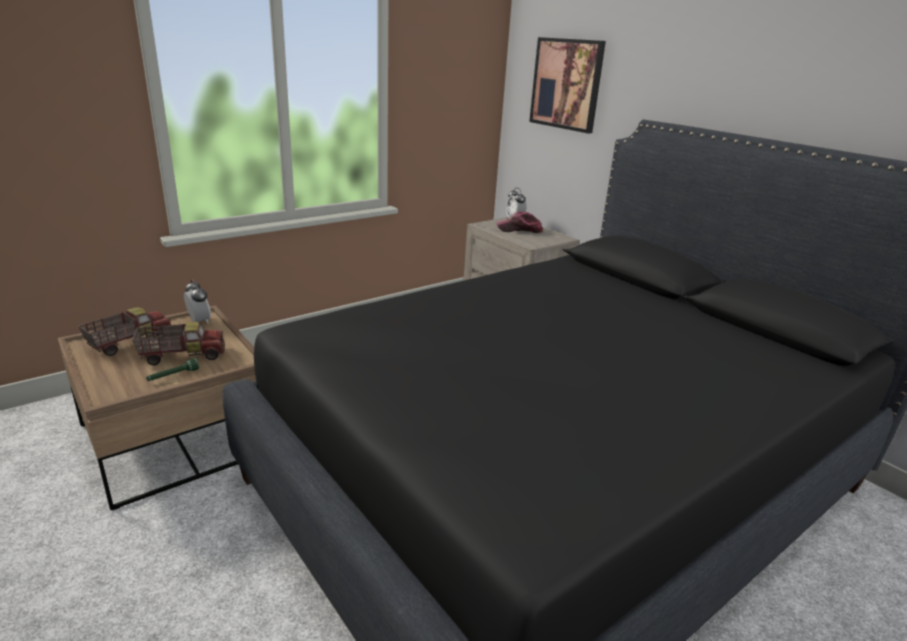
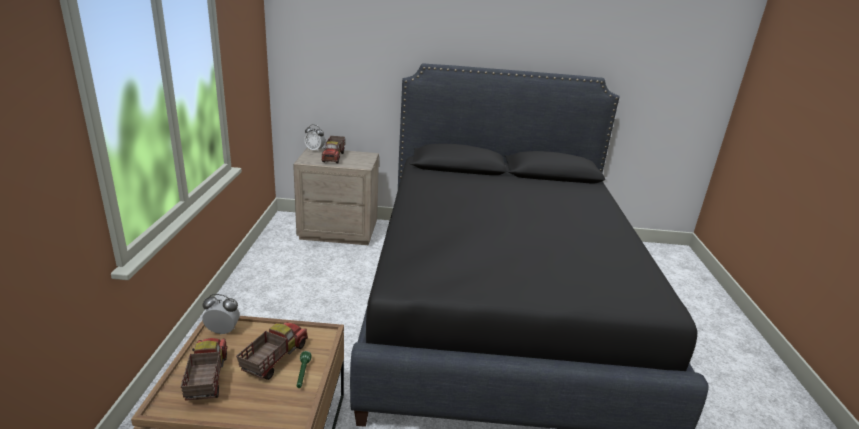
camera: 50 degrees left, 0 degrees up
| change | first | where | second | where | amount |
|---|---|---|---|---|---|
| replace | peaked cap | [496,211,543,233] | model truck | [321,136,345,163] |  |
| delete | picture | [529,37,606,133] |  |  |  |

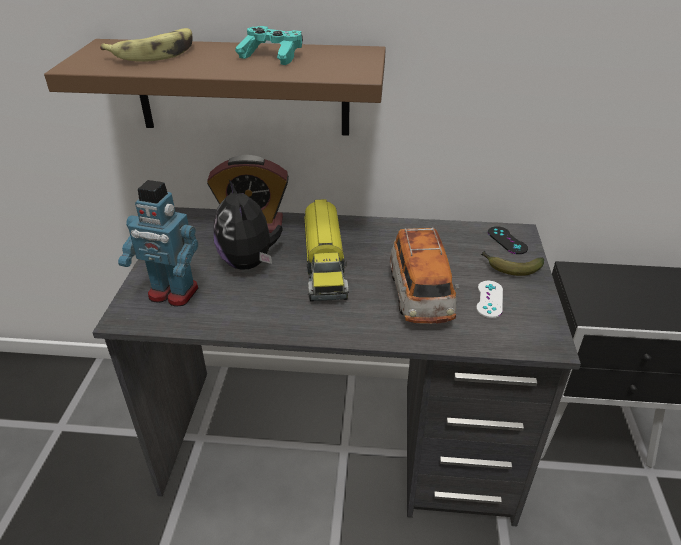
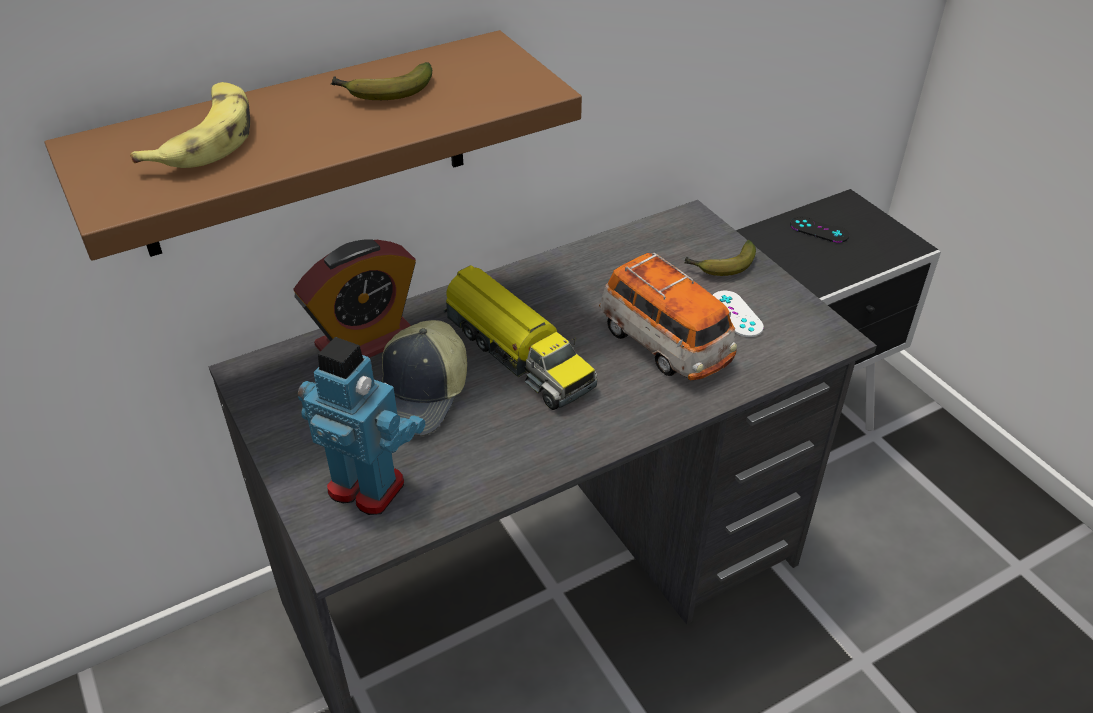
camera: 35 degrees left, 5 degrees up
| change | first | where | second | where | amount |
|---|---|---|---|---|---|
| rotate | model robot | [118,180,199,307] |  | [298,337,425,515] | 135 degrees counterclockwise |
| replace | cuddly toy | [214,180,283,270] | peaked cap | [381,320,467,436] |  |
| replace | turquoise-coloured joypad | [235,26,303,65] | whole banana | [331,62,432,100] |  |
| move | black-coloured joypad | [488,226,528,254] |  | [790,216,849,243] |  |

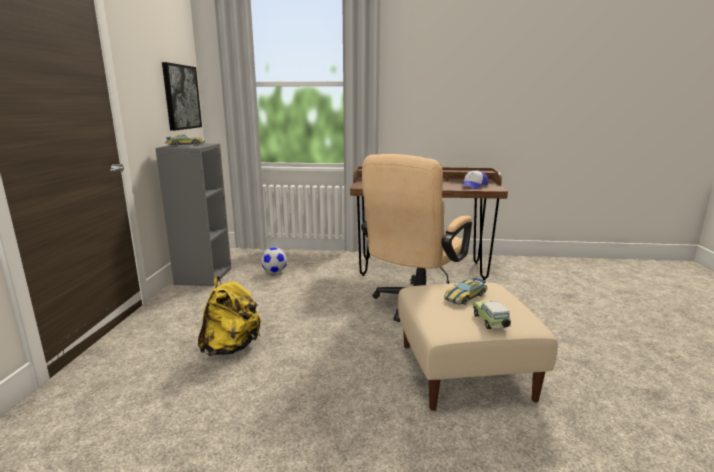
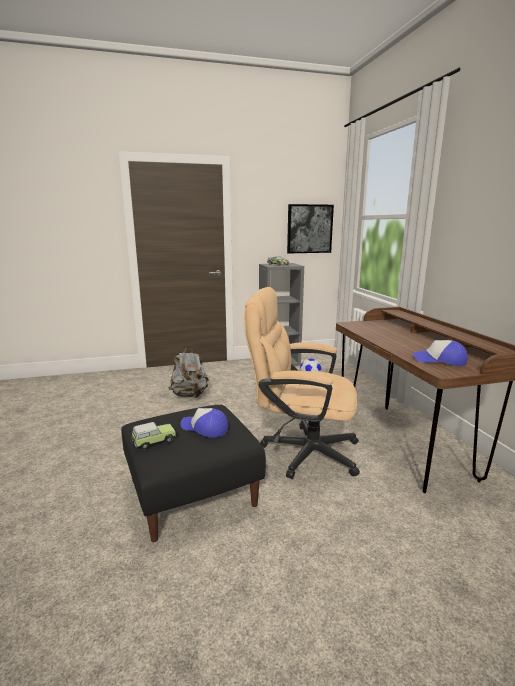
camera: 70 degrees right, 0 degrees up
| change | first | where | second | where | amount |
|---|---|---|---|---|---|
| recolor | yellow-coloured knapsack | [198,276,261,356] | gray knapsack | [169,347,209,398] |  |
| recolor | beige-coloured ottoman | [398,283,558,411] | black-coloured ottoman | [121,405,266,542] |  |
| replace | toy car | [444,278,488,305] | peaked cap | [181,408,228,438] |  |

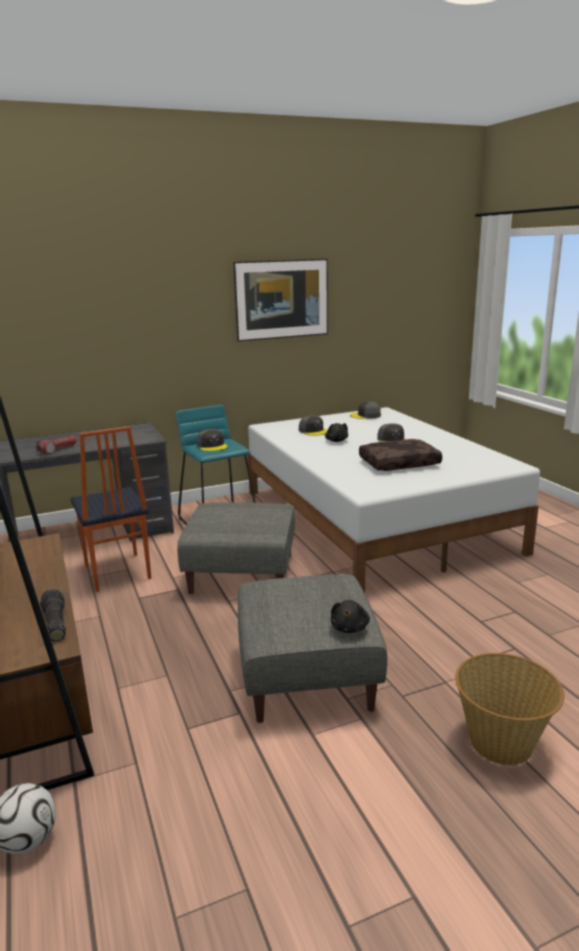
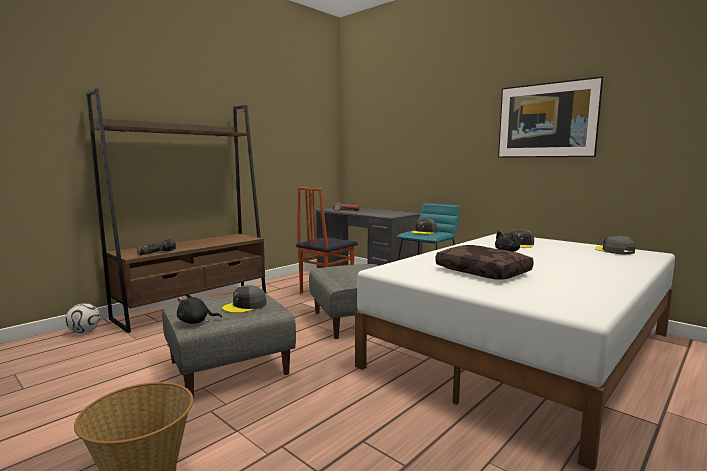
camera: 65 degrees right, 10 degrees down
| change | first | where | second | where | amount |
|---|---|---|---|---|---|
| move | gray peaked cap | [377,423,405,442] |  | [222,285,267,313] |  |

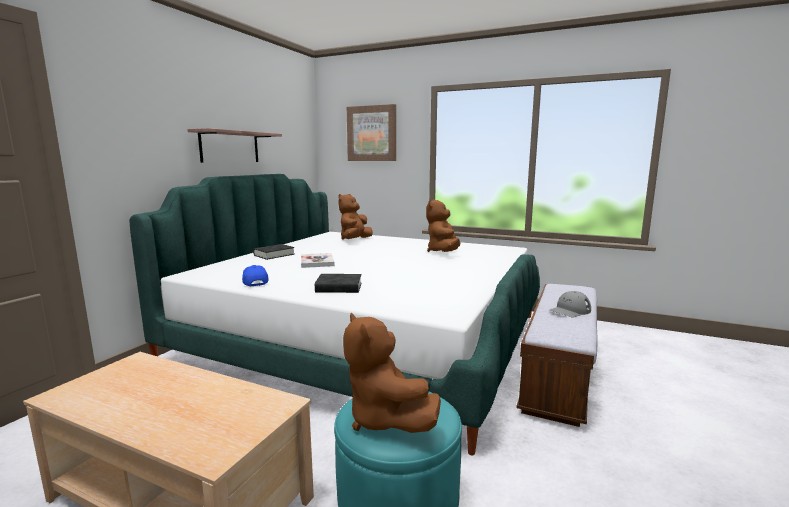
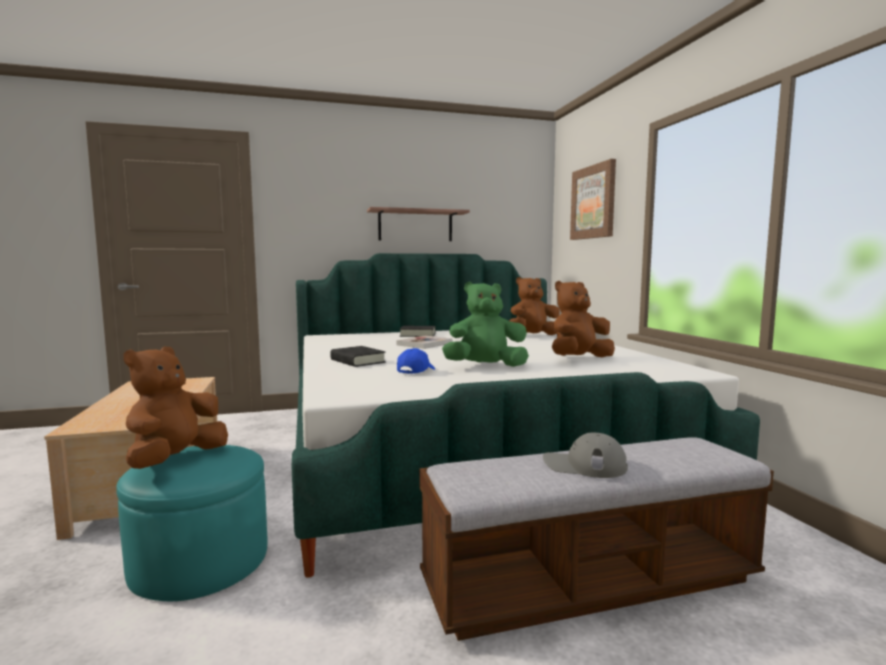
camera: 50 degrees right, 5 degrees down
| change | first | where | second | where | amount |
|---|---|---|---|---|---|
| move | bluish peaked cap | [242,265,269,286] |  | [397,348,435,374] |  |
| insert |  |  | green-coloured cuddly toy | [442,282,529,367] |  |

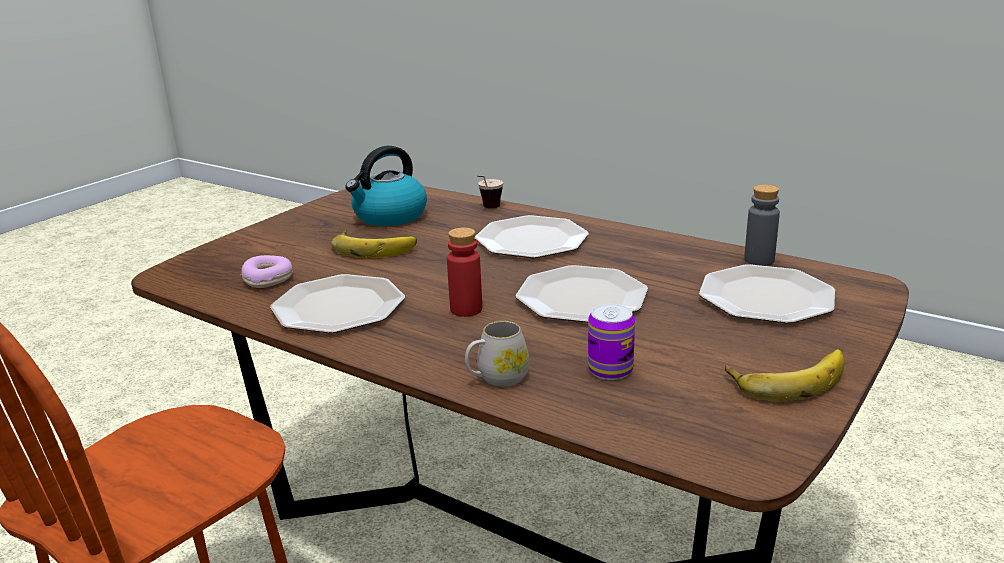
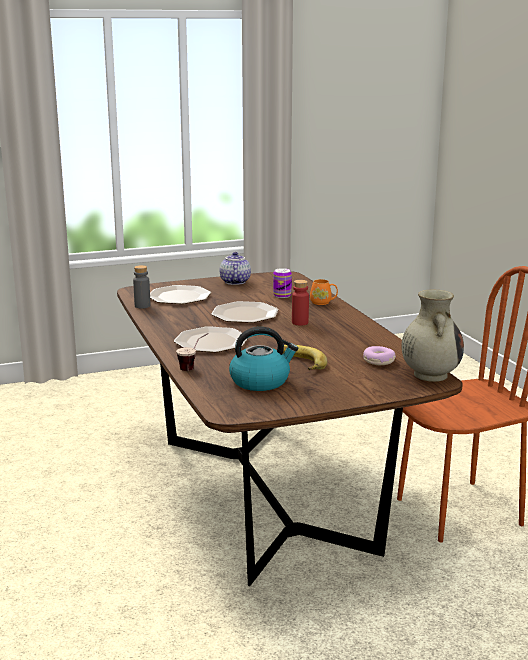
camera: 145 degrees left, 5 degrees down
| change | first | where | second | where | amount |
|---|---|---|---|---|---|
| delete | dinner plate | [270,274,405,333] |  |  |  |
| recolor | white-coloured coffee mug | [465,321,529,387] | orange-coloured coffee mug | [310,279,338,305] |  |
| replace | whole banana | [725,349,845,401] | teapot | [220,252,251,285] |  |
| insert |  |  | beige-coloured flower vase | [402,290,464,382] |  |

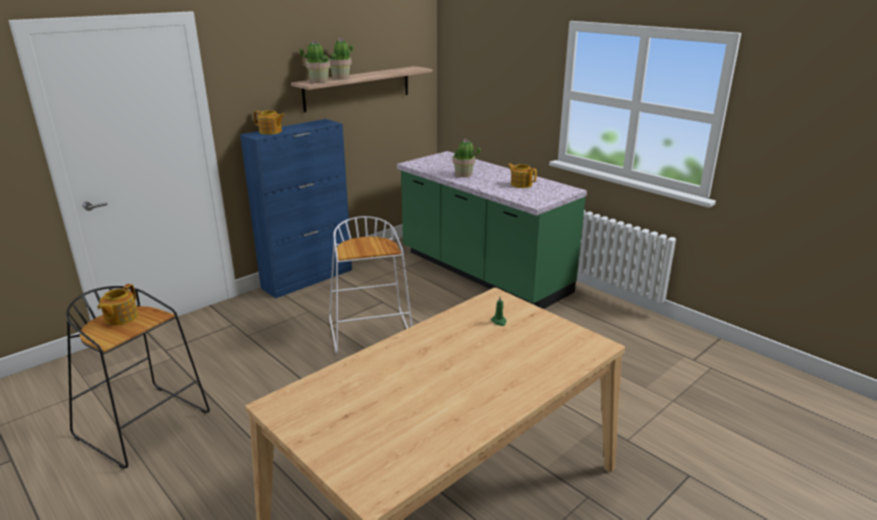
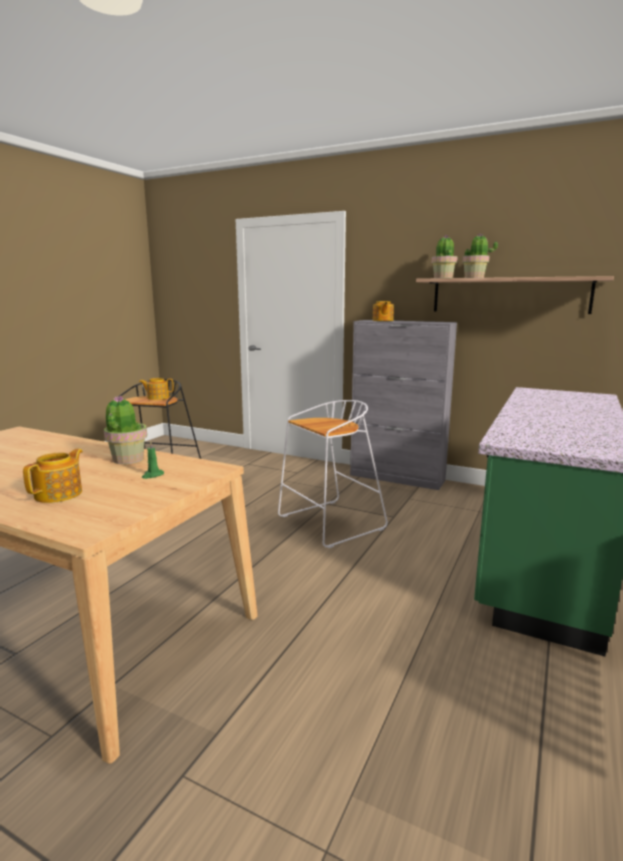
camera: 70 degrees right, 10 degrees down
| change | first | where | second | where | amount |
|---|---|---|---|---|---|
| recolor | bluish cupboard | [240,119,352,298] | gray cupboard | [350,320,457,490] |  |
| move | plant in a pot | [453,139,481,177] |  | [104,396,147,464] |  |
| move | teapot | [507,163,537,188] |  | [23,449,83,503] |  |

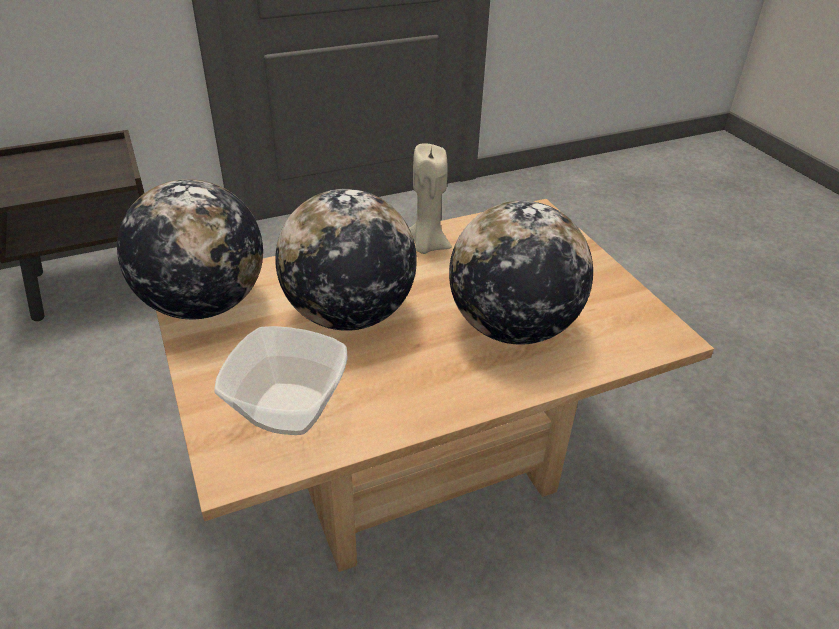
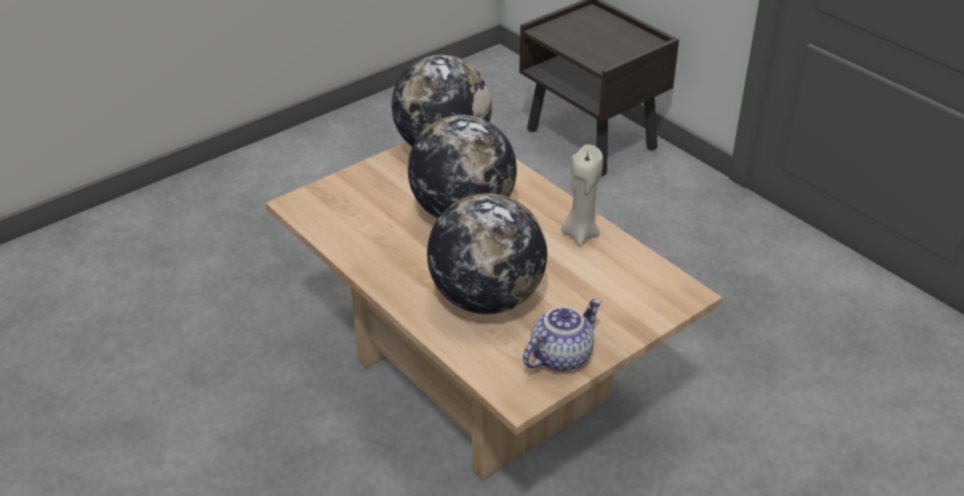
camera: 75 degrees right, 0 degrees up
| change | first | where | second | where | amount |
|---|---|---|---|---|---|
| delete | bowl | [214,326,348,435] |  |  |  |
| insert |  |  | teapot | [523,299,602,371] |  |

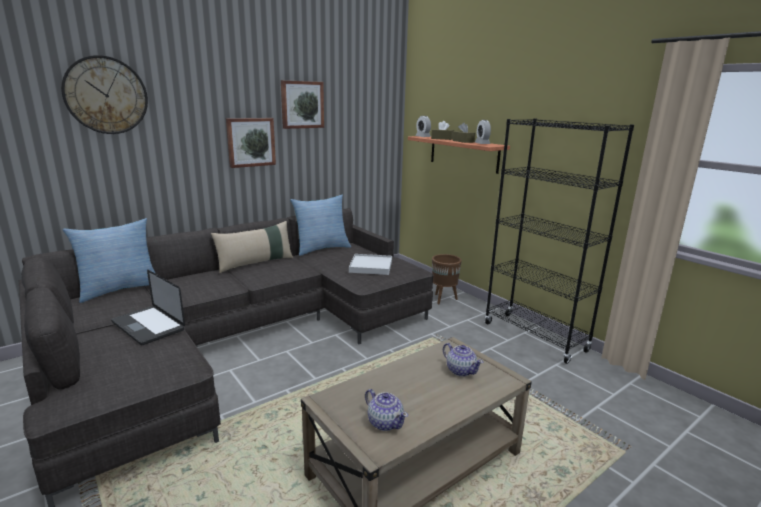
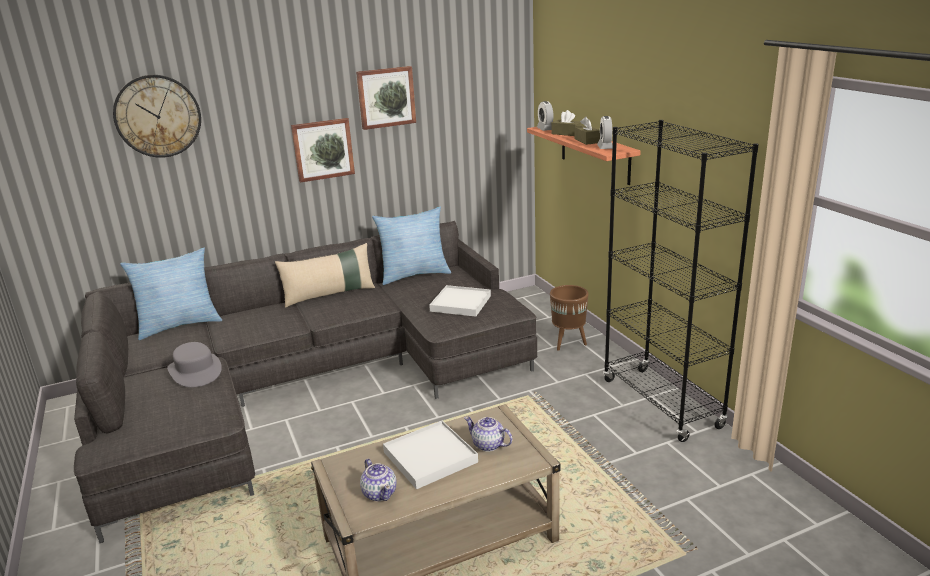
camera: 15 degrees right, 5 degrees up
| change | first | where | second | where | amount |
|---|---|---|---|---|---|
| replace | portable computer | [111,269,185,345] | gray clothing hat | [167,342,222,387] |  |
| rotate | teapot | [443,343,483,377] |  | [464,417,513,452] | 150 degrees clockwise |
| insert |  |  | white-coloured serving tray | [383,421,478,489] |  |

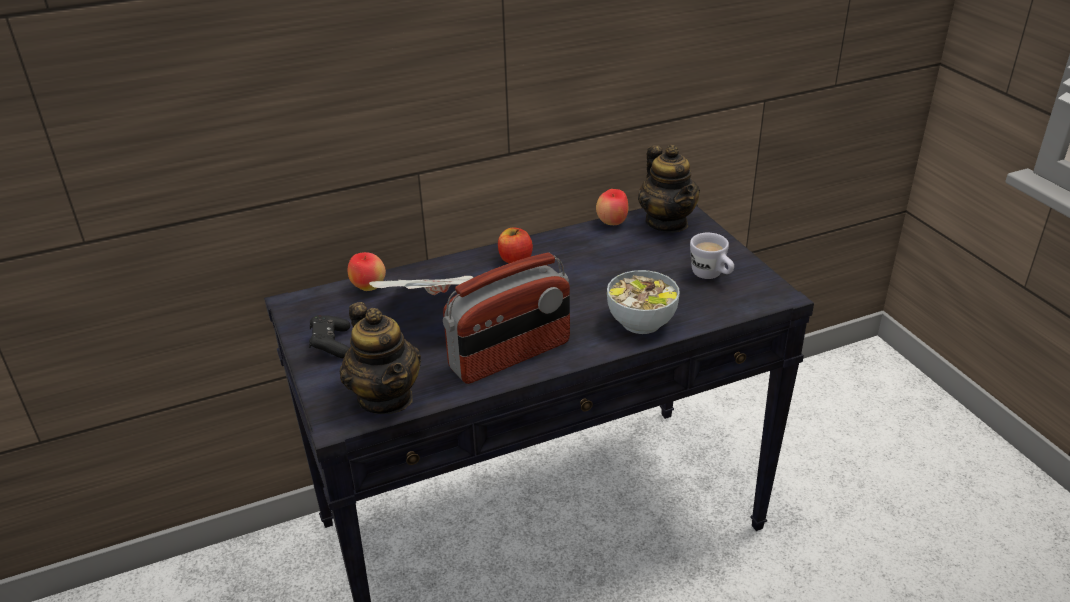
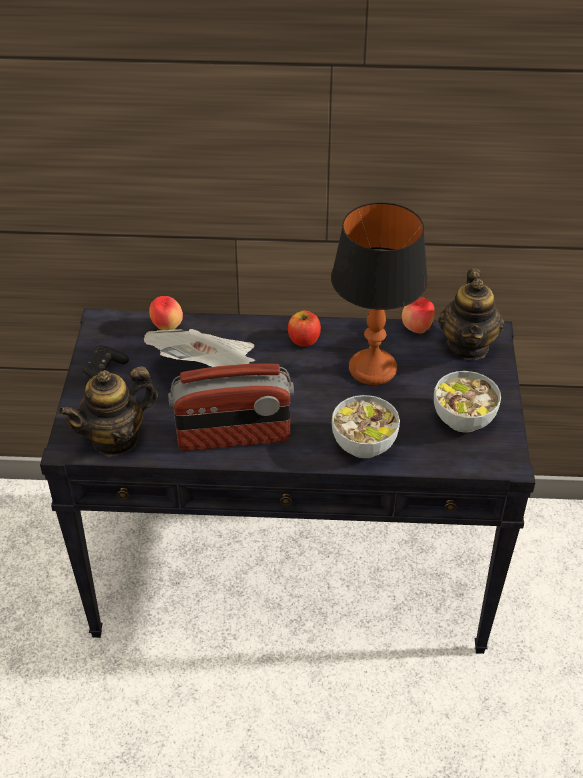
camera: 25 degrees right, 10 degrees up
| change | first | where | second | where | amount |
|---|---|---|---|---|---|
| rotate | teapot | [340,302,421,414] |  | [58,366,158,457] | 60 degrees clockwise |
| replace | white-coloured coffee mug | [690,233,734,279] | bowl | [434,371,501,432] |  |
| insert |  |  | table lamp | [331,202,428,385] |  |

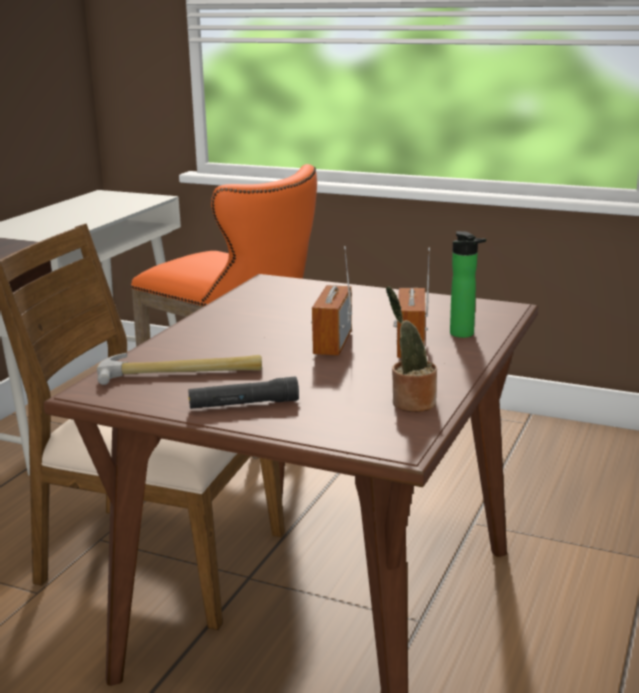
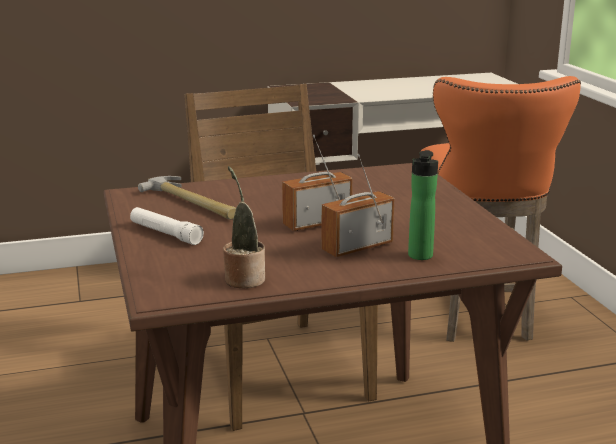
camera: 50 degrees right, 0 degrees up
| change | first | where | second | where | amount |
|---|---|---|---|---|---|
| recolor | black-coloured torch | [188,376,299,409] | white-coloured torch | [130,207,204,245] |  |

